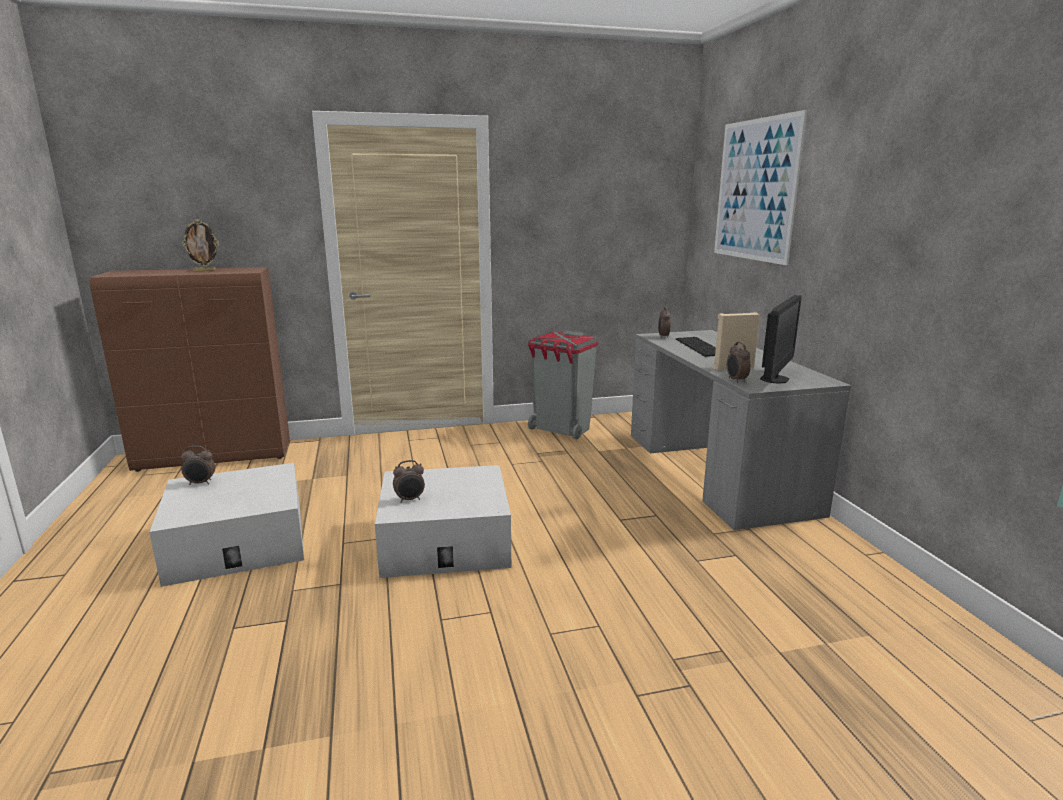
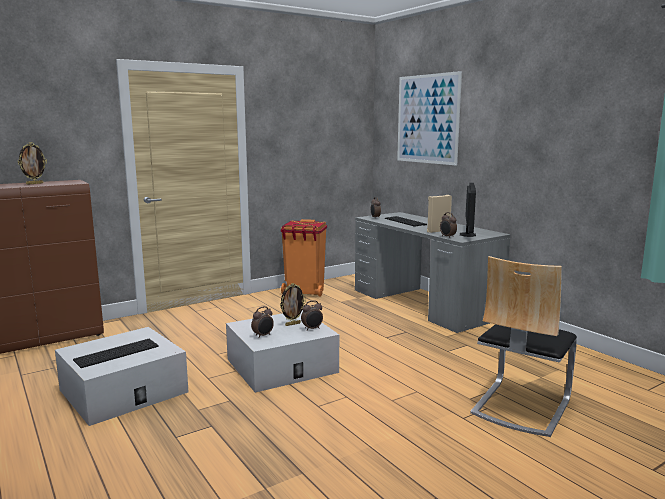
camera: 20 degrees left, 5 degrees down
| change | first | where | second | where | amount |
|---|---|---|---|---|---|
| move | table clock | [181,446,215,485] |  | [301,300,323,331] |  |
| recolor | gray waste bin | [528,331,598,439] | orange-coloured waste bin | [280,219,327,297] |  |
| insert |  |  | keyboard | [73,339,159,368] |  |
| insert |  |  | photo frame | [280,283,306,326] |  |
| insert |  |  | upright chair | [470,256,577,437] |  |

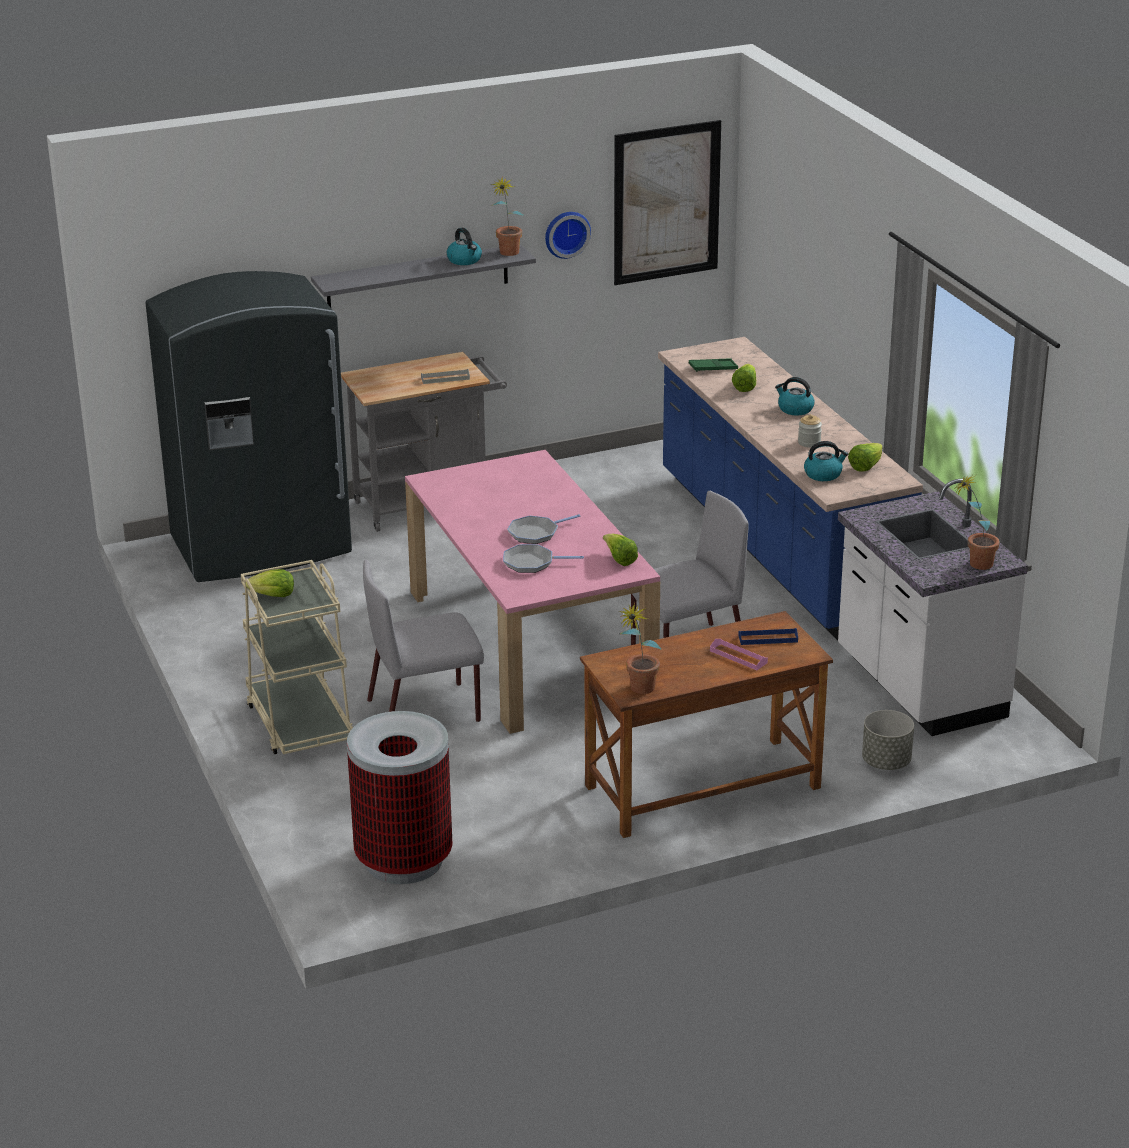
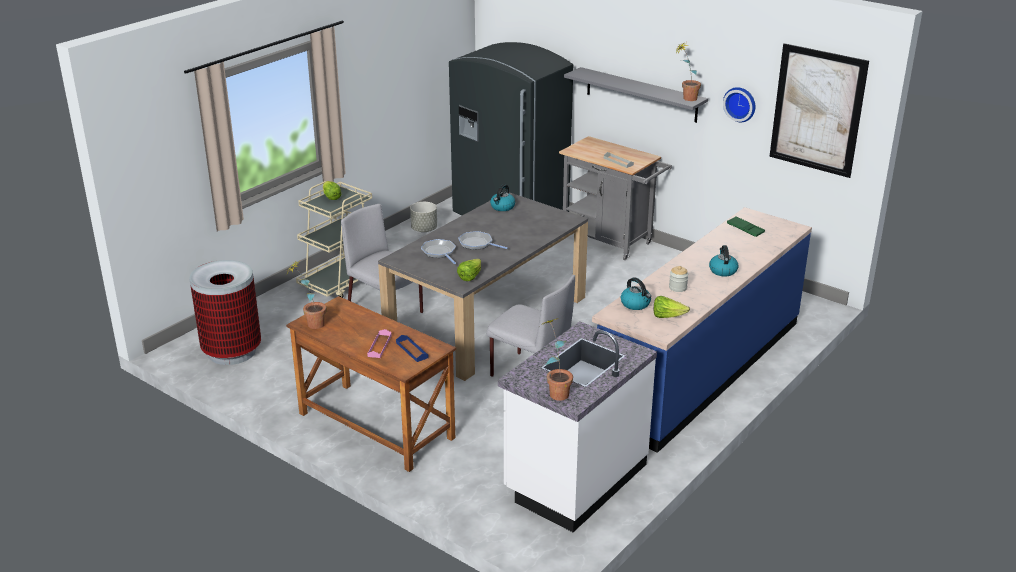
camera: 60 degrees right, 0 degrees up
| change | first | where | second | where | amount |
|---|---|---|---|---|---|
| recolor | pink dining table | [405,450,660,734] | gray dining table | [378,192,588,381] |  |
| move | kettle | [447,228,482,265] |  | [490,184,515,211] |  |
| delete | lettuce head | [732,364,756,392] |  |  |  |
| move | gray flower pot | [862,710,914,770] |  | [410,202,437,232] |  |

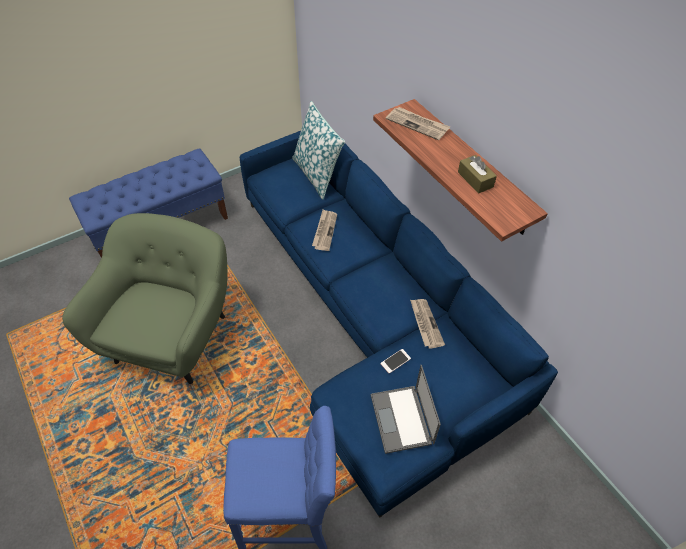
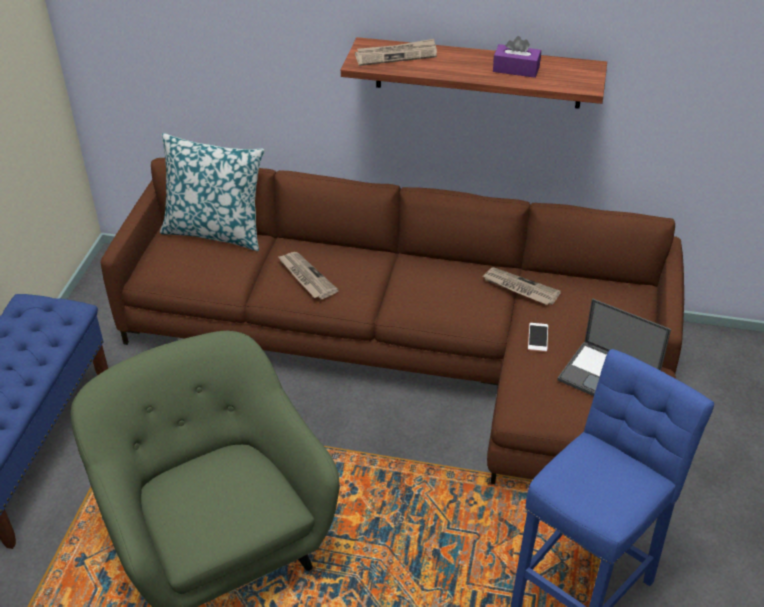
camera: 45 degrees left, 10 degrees down
| change | first | where | second | where | amount |
|---|---|---|---|---|---|
| recolor | bluish settee | [240,131,558,518] | brownish settee | [101,158,684,484] |  |
| recolor | brownish tissue holder | [458,155,497,194] | purple-coloured tissue holder | [493,36,541,78] |  |

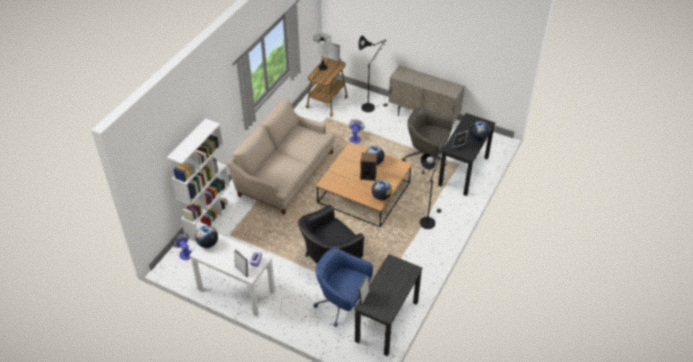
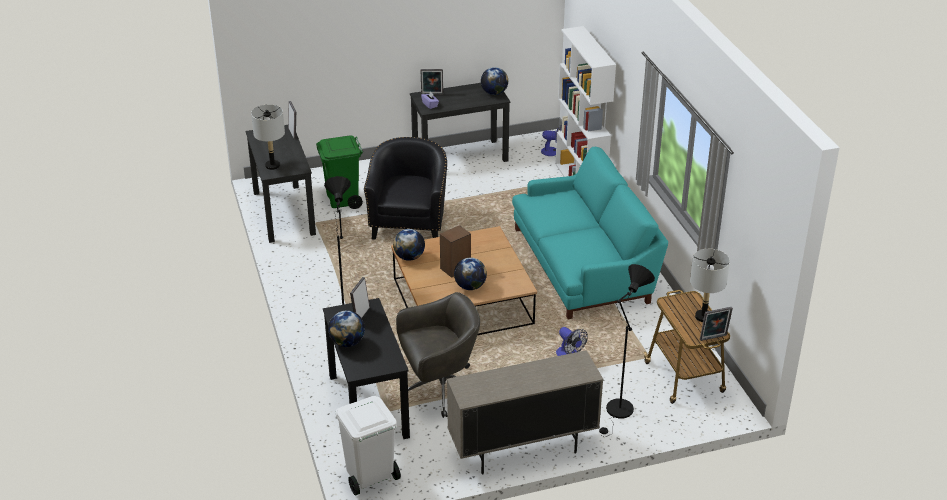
camera: 135 degrees right, 10 degrees down
| change | first | where | second | where | amount |
|---|---|---|---|---|---|
| recolor | white-coloured desk unit | [189,234,275,317] | black-coloured desk unit | [410,83,510,162] |  |
| recolor | beige-coloured settee | [227,99,335,215] | turquoise-coloured settee | [512,147,668,319] |  |
| replace | bluish desk chair | [314,248,373,327] | green-coloured waste bin | [316,135,363,209] |  |
| insert |  |  | gray table lamp | [251,105,285,170] |  |
| insert |  |  | white-coloured waste bin | [335,396,401,495] |  |

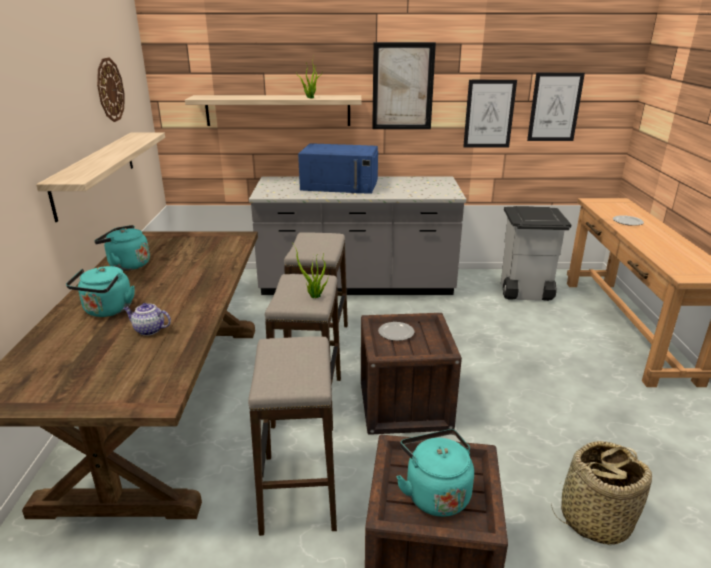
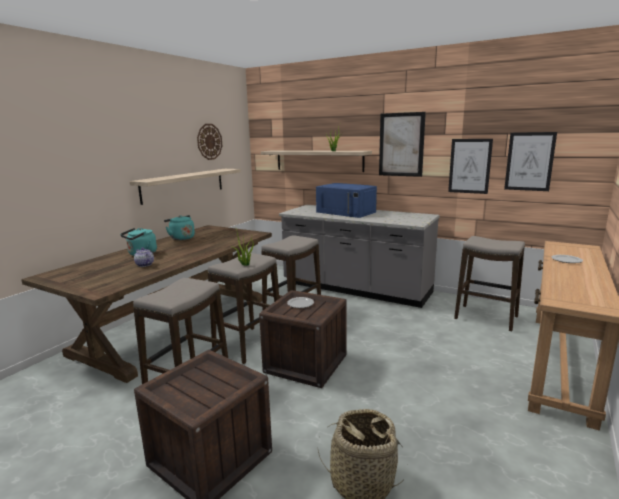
camera: 30 degrees right, 10 degrees down
| change | first | where | second | where | amount |
|---|---|---|---|---|---|
| delete | turquoise-coloured kettle | [396,429,474,517] |  |  |  |
| replace | gray waste bin | [501,206,571,301] | stool seat | [454,236,525,331] |  |

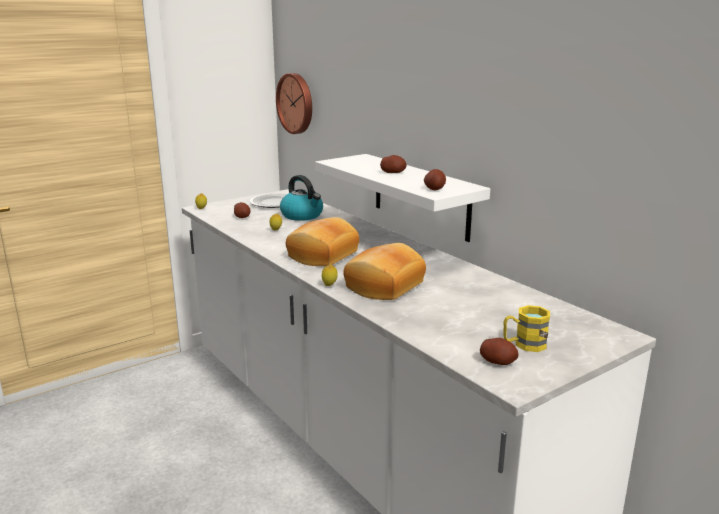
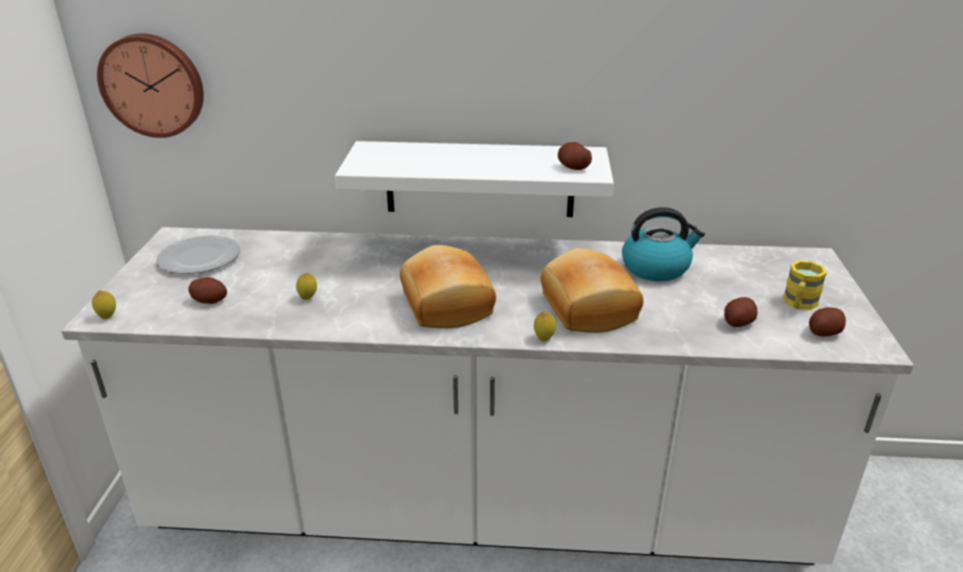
camera: 50 degrees left, 10 degrees up
| change | first | where | second | where | amount |
|---|---|---|---|---|---|
| move | kettle | [280,175,323,221] |  | [622,207,705,281] |  |
| move | spud | [380,155,407,173] |  | [724,297,758,327] |  |

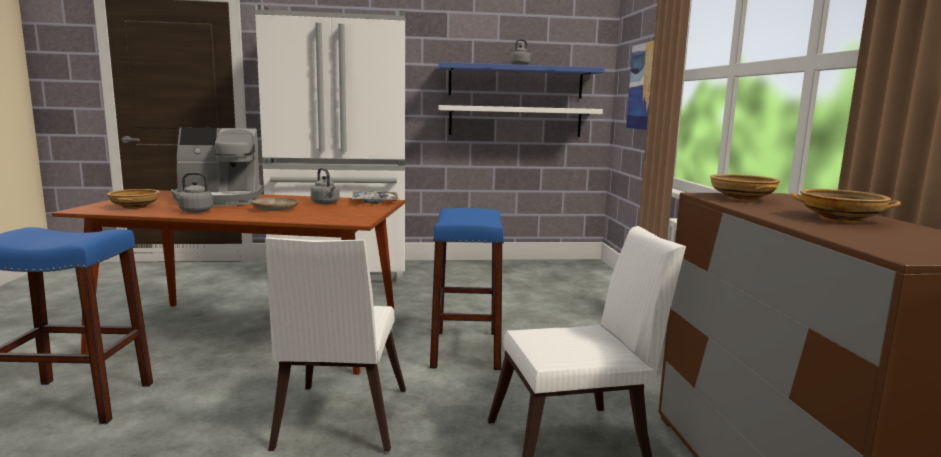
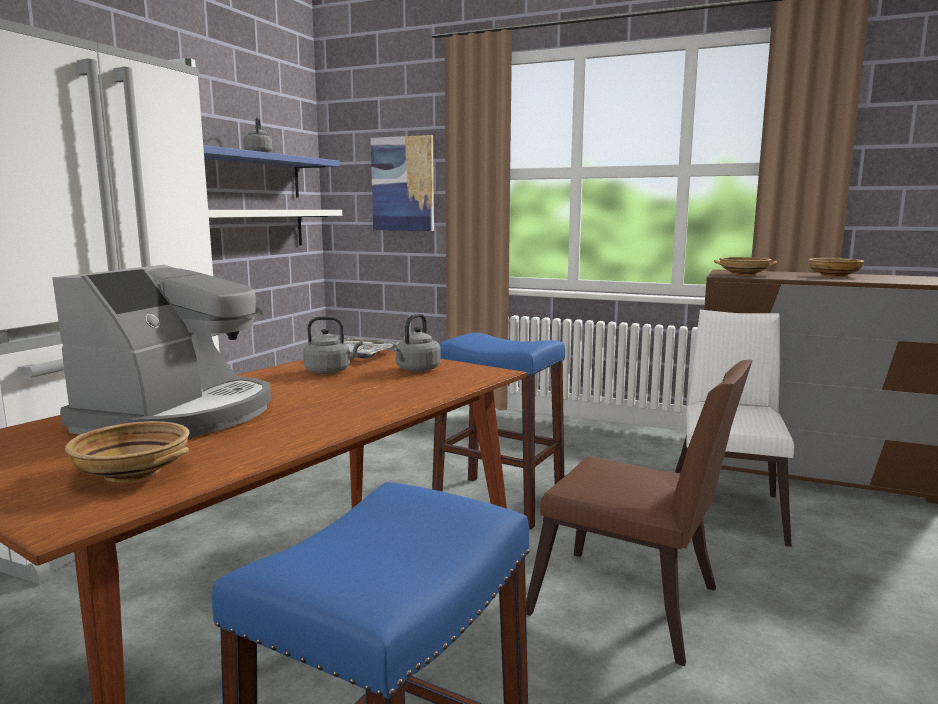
camera: 60 degrees left, 0 degrees up
| change | first | where | second | where | amount |
|---|---|---|---|---|---|
| move | gray kettle | [171,172,213,213] |  | [393,314,441,372] |  |
| delete | beige-coloured dinner plate | [252,198,299,211] |  |  |  |
| recolor | white-coloured upright chair | [265,237,406,451] | brownish upright chair | [526,360,753,666] |  |

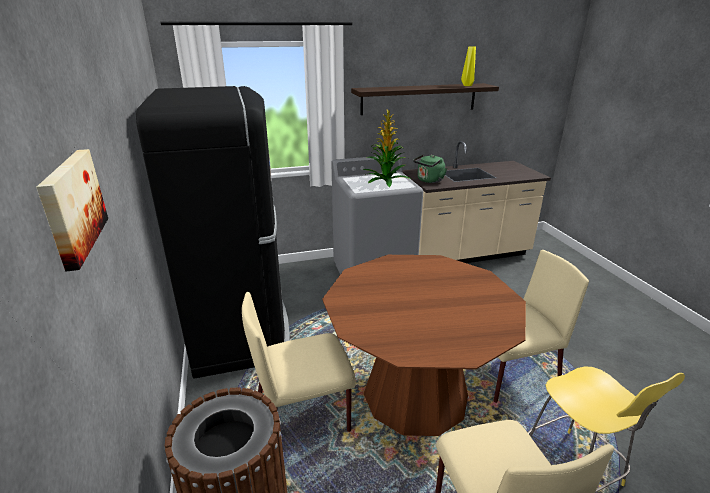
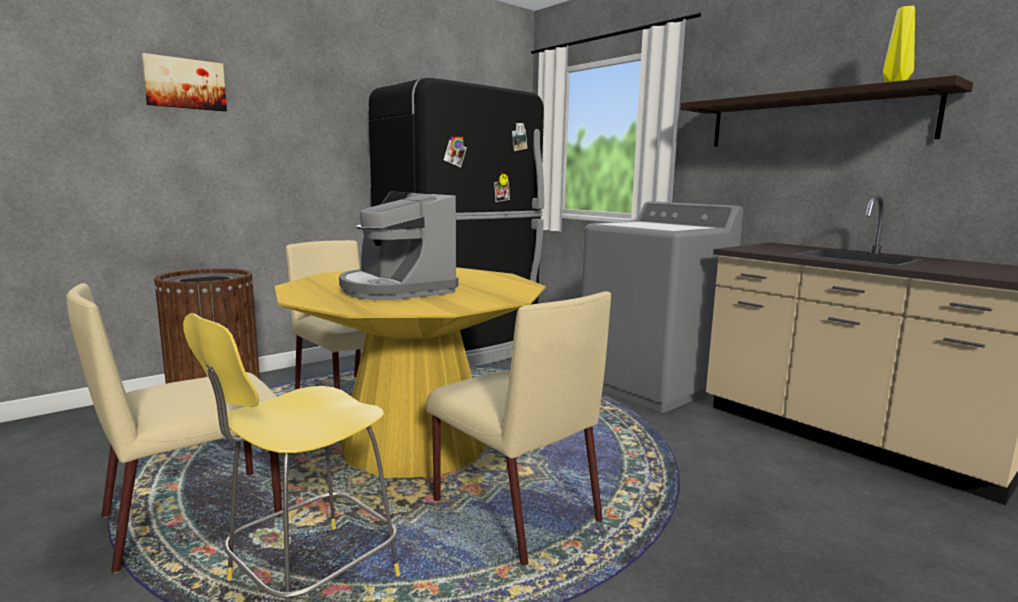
camera: 65 degrees right, 15 degrees down
| change | first | where | second | where | amount |
|---|---|---|---|---|---|
| recolor | brownish dining table | [322,255,526,436] | yellow-coloured dining table | [275,267,546,478] |  |
| delete | plant in a pot | [363,109,411,187] |  |  |  |
| delete | green-coloured kettle | [413,154,447,183] |  |  |  |
| insert |  |  | coffee machine | [339,192,458,300] |  |

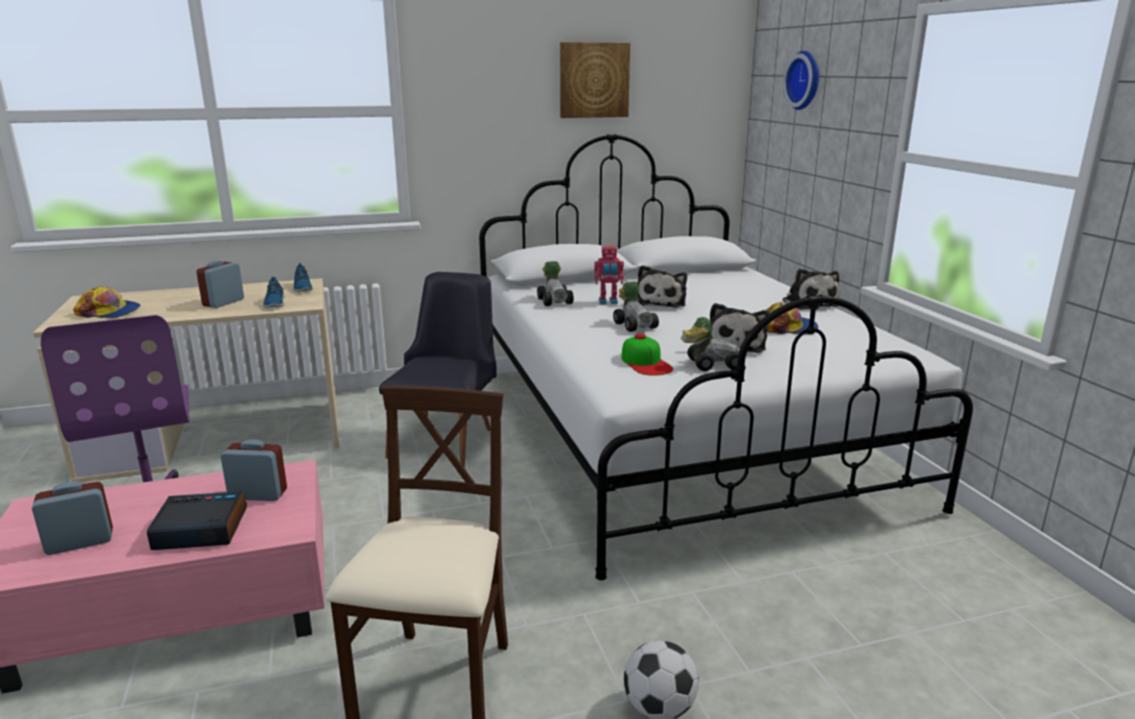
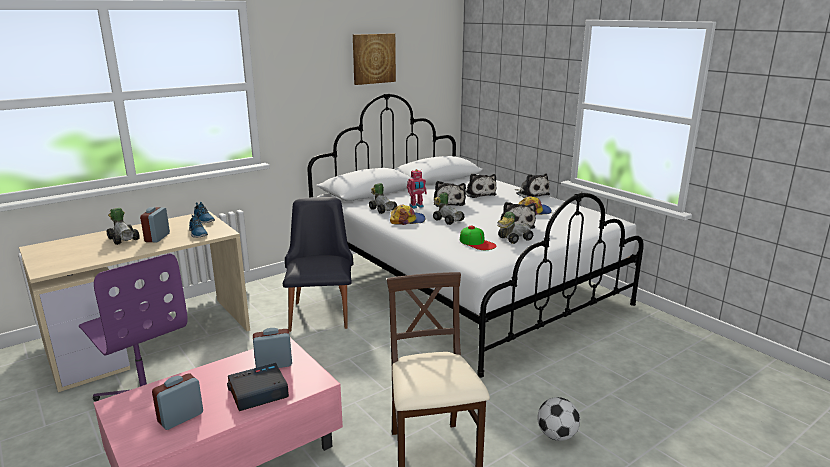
camera: 20 degrees left, 0 degrees up
| change | first | where | second | where | amount |
|---|---|---|---|---|---|
| move | peaked cap | [73,287,140,318] |  | [390,205,425,225] |  |
| delete | hanging clock | [783,51,819,110] |  |  |  |
| insert |  |  | toy car | [107,208,140,245] |  |
| insert |  |  | cuddly toy | [465,173,497,198] |  |

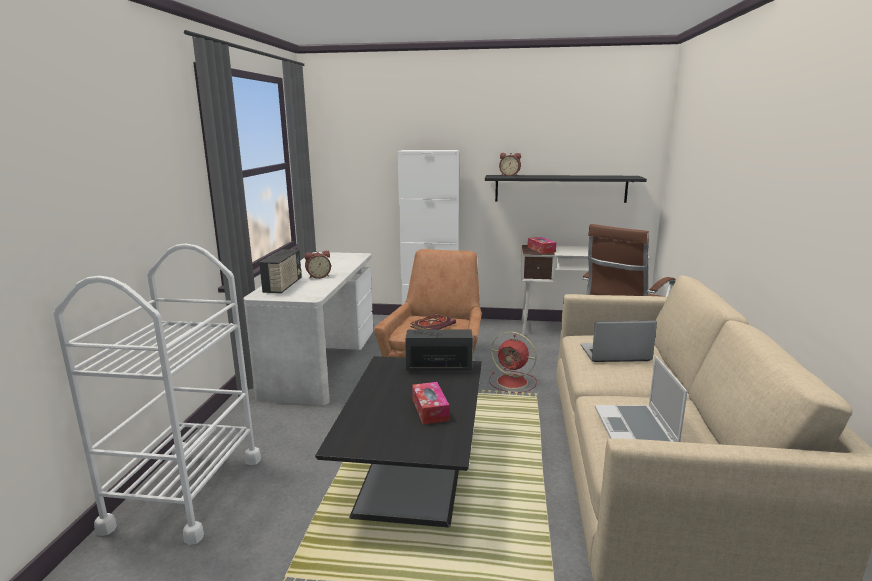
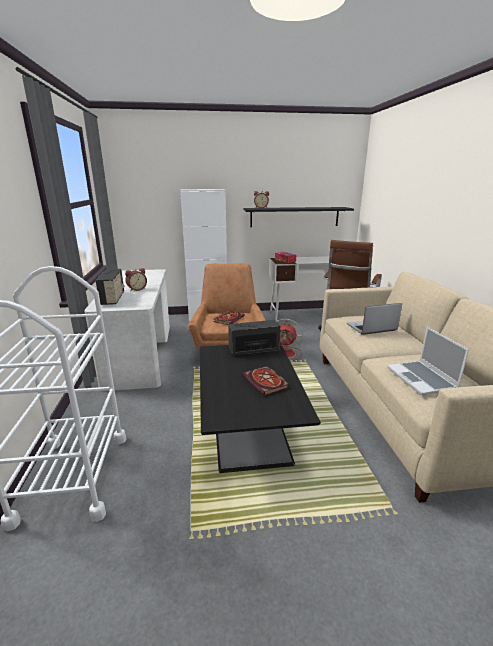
camera: 15 degrees left, 5 degrees up
| change | first | where | second | where | amount |
|---|---|---|---|---|---|
| replace | tissue holder | [412,382,449,424] | bound book | [243,366,289,396] |  |

